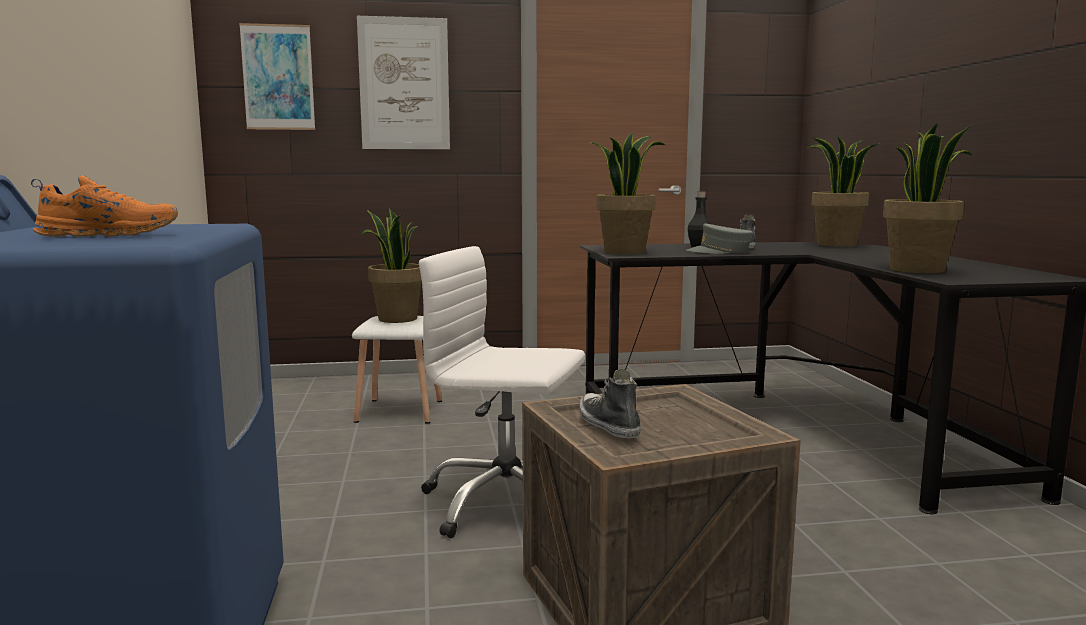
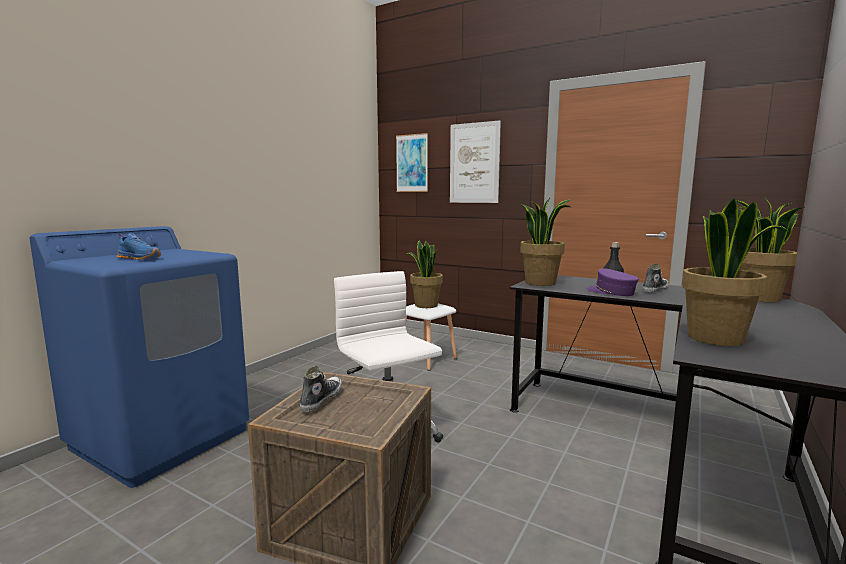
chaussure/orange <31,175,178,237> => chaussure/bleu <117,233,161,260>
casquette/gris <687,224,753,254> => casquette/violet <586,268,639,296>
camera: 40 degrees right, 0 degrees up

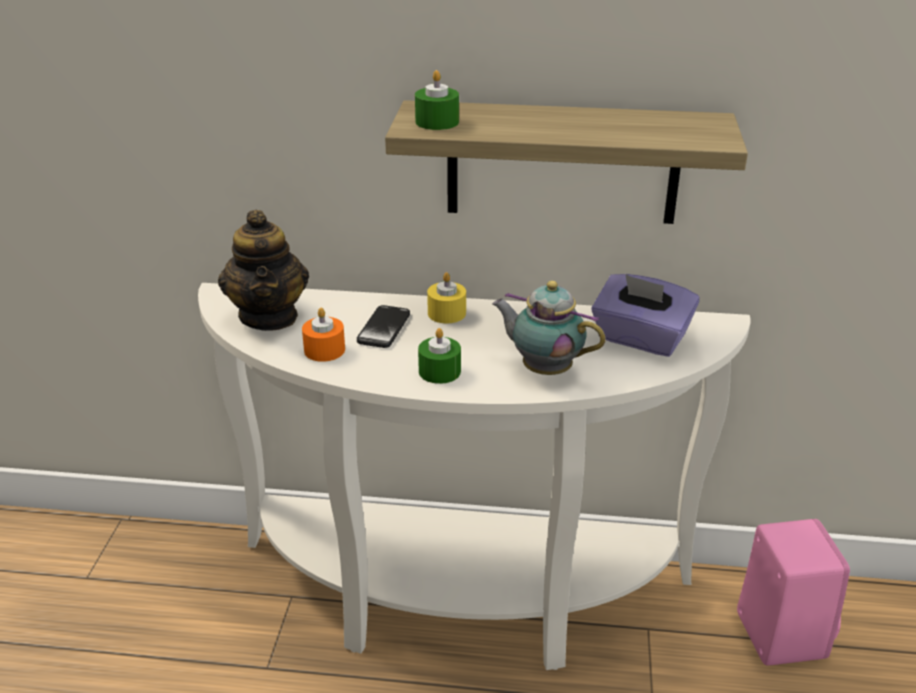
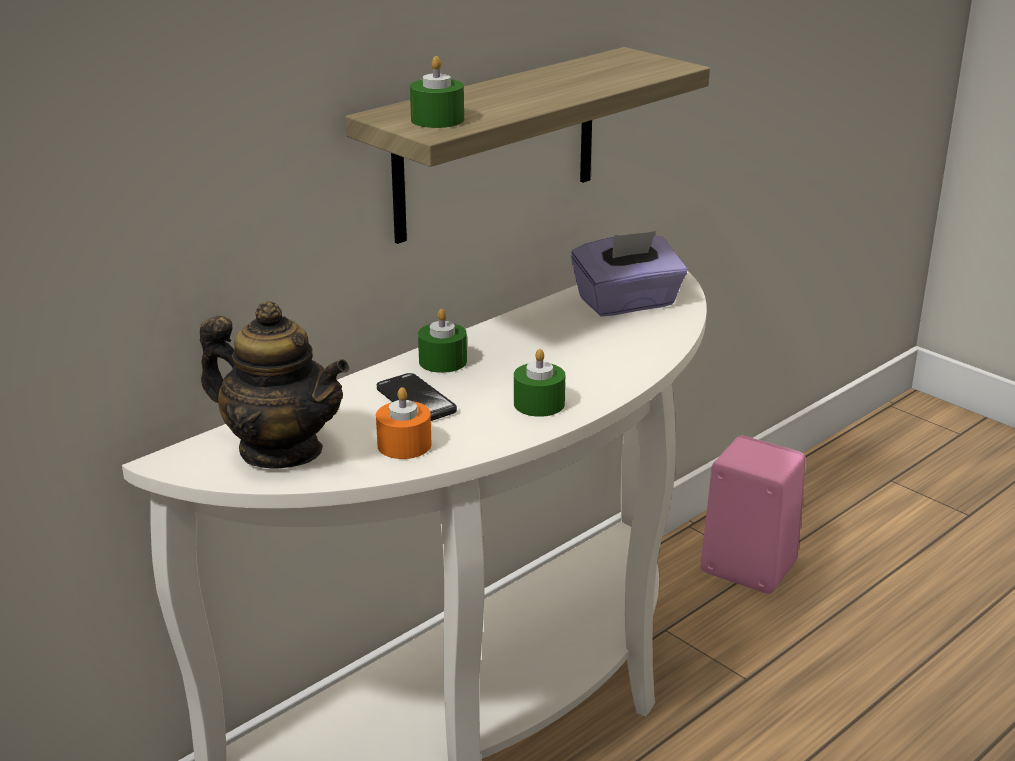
bougie/jaune <427,272,466,323> => bougie/vert <418,309,467,373>
théière <492,281,606,375> => nothing
camera: 50 degrees left, 5 degrees down

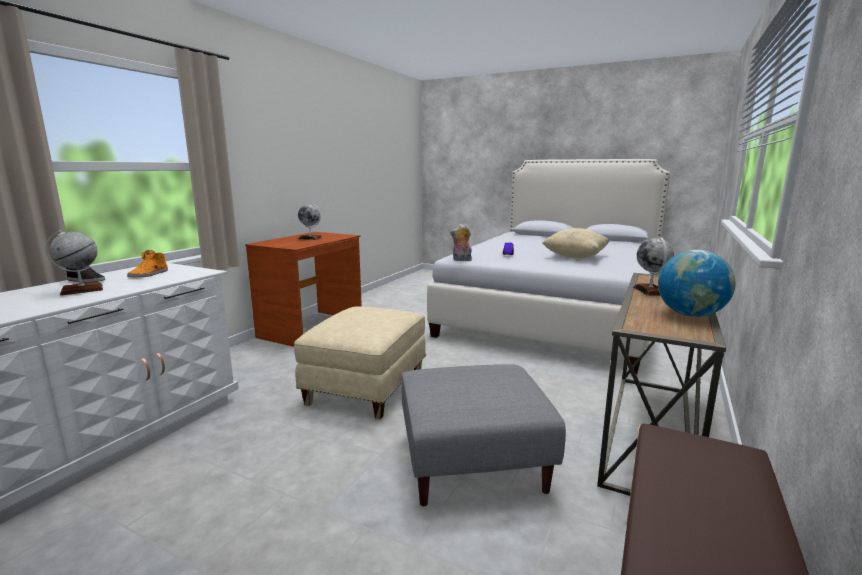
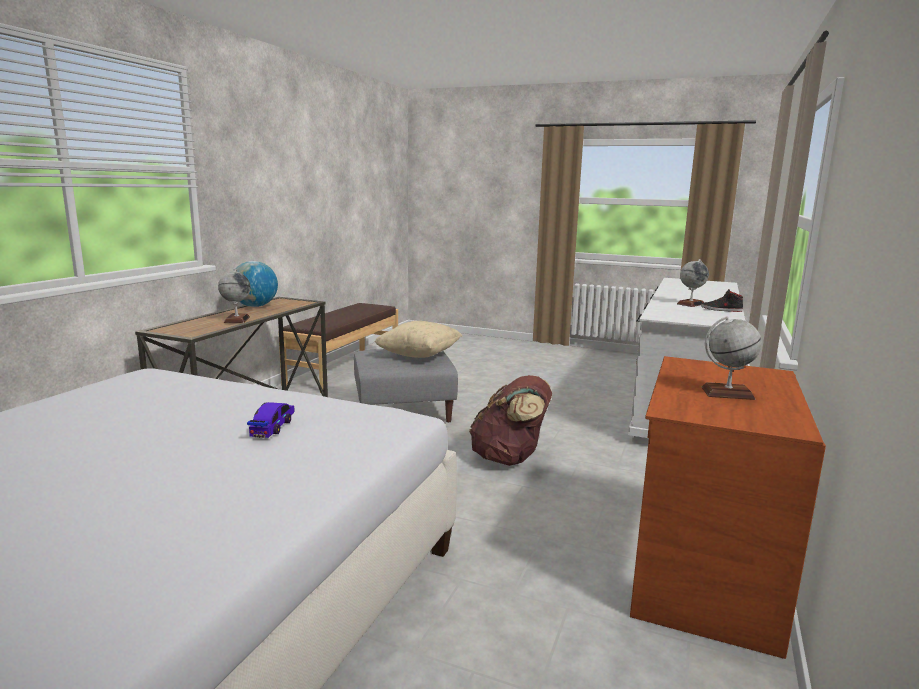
coussin/beige <542,228,609,259> => coussin/beige <375,321,462,358>, relocated
pouf/beige <294,306,426,419> => sac à dos/marron <469,375,552,466>
chaussure/orange <127,250,168,278> => nothing
peluche <450,224,472,262> => nothing
camera: 175 degrees right, 0 degrees up

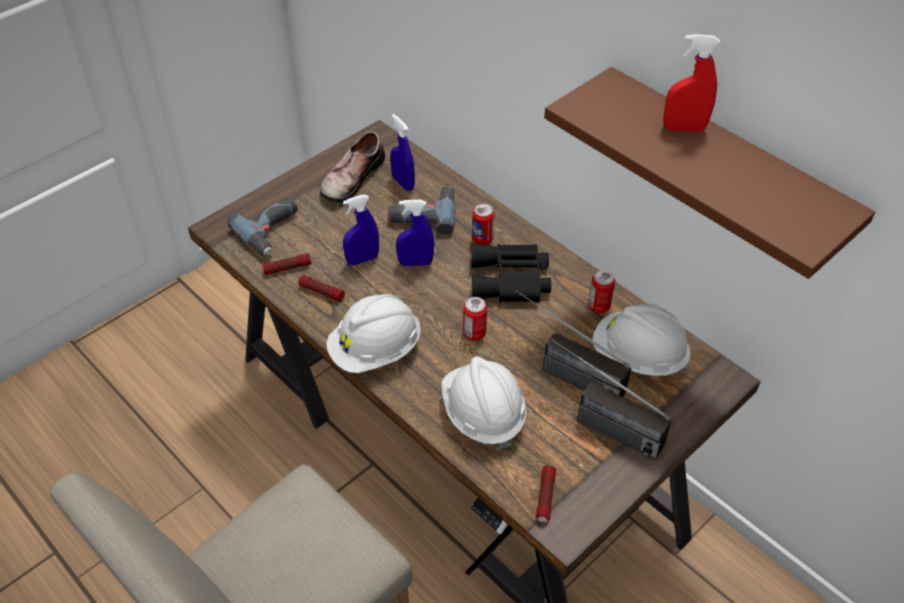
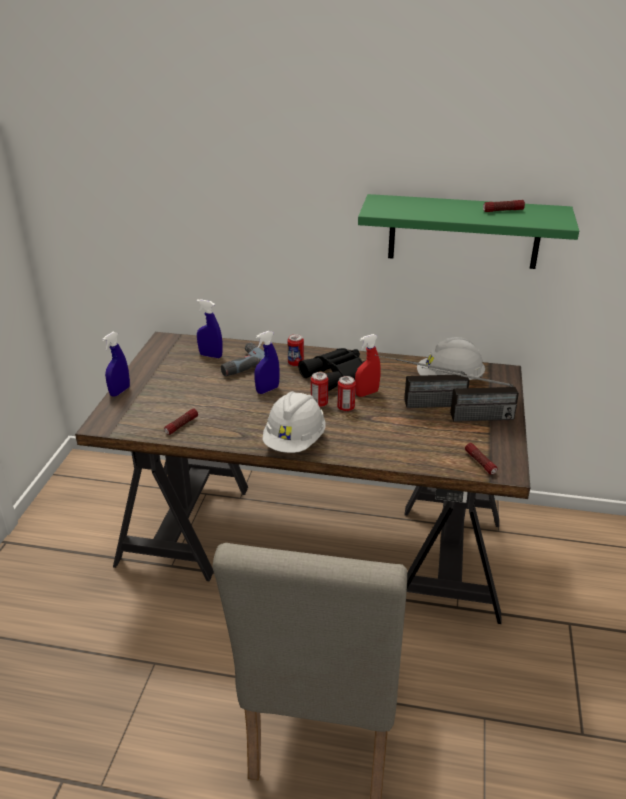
vaporisateur/bleu <343,195,379,265> => vaporisateur/bleu <102,332,130,397>, relocated
boîte métallique <588,270,615,313> => boîte métallique <311,372,328,407>, relocated
vaporisateur/rouge <663,34,720,132> => vaporisateur/rouge <355,334,381,397>, relocated
étagère/marron <544,67,875,279> => étagère/vert <358,194,579,269>
lampe de poche <298,275,345,302> => lampe de poche <483,200,525,212>, relocated
perceuse <228,197,298,256> => nothing
chaussure <320,131,385,203> => nothing
casque de chantier/blanc <442,356,527,451> => nothing
camera: 35 degrees left, 15 degrees down

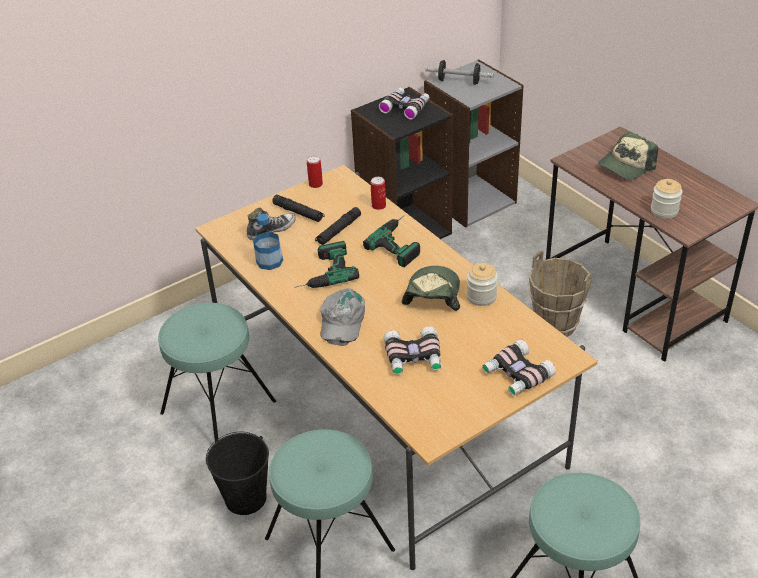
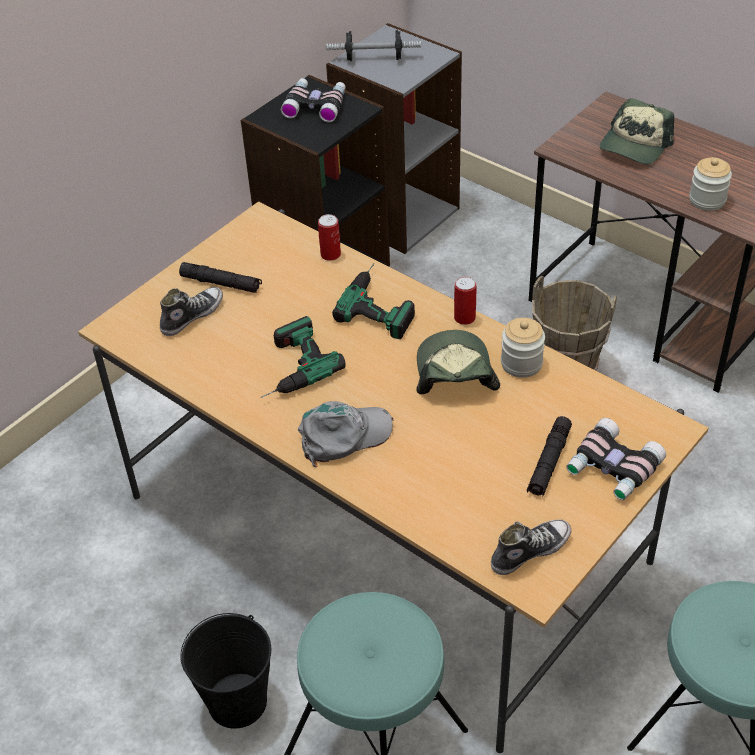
casquette/gris <320,288,365,346> => casquette/gris <298,401,394,467>, 105 degrees counterclockwise
boîte métallique <307,156,323,188> => boîte métallique <454,276,476,325>, relocated
nothing => chaussure <491,519,571,575>
lampe de poche/noir <315,207,361,245> => lampe de poche/noir <527,416,572,497>, relocated
tabouret/turquoise <158,303,276,443> => nothing
bouteille <253,214,283,270> => nothing
jumelles <384,327,441,375> => nothing
camera: 15 degrees left, 5 degrees up

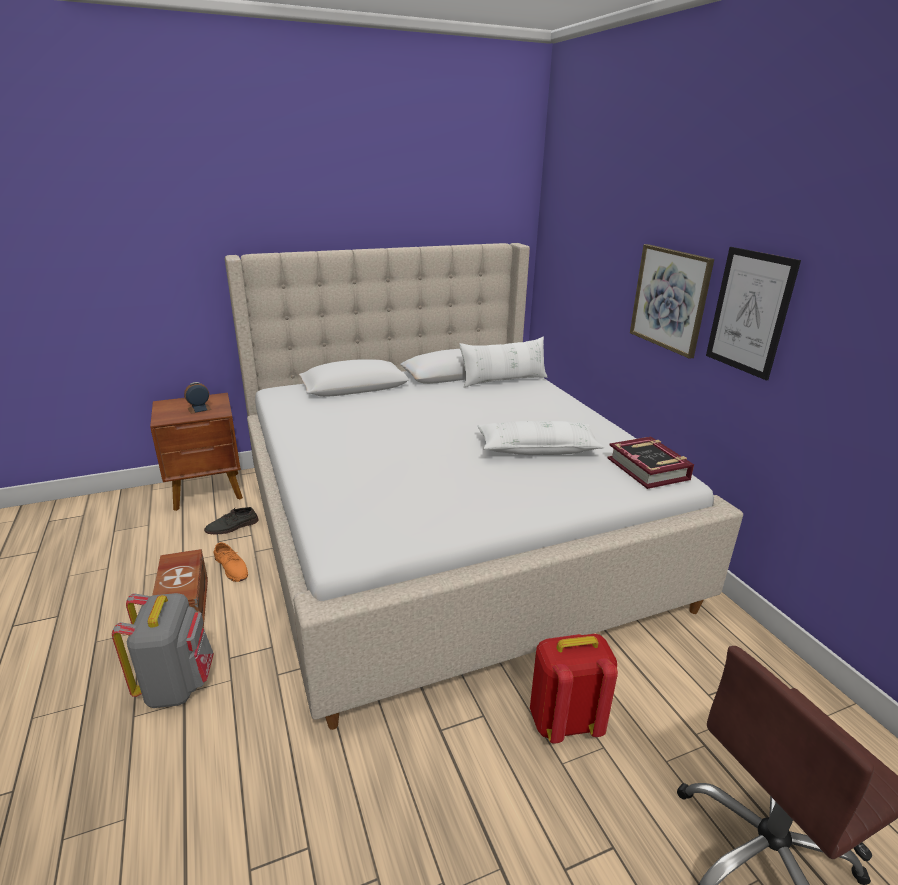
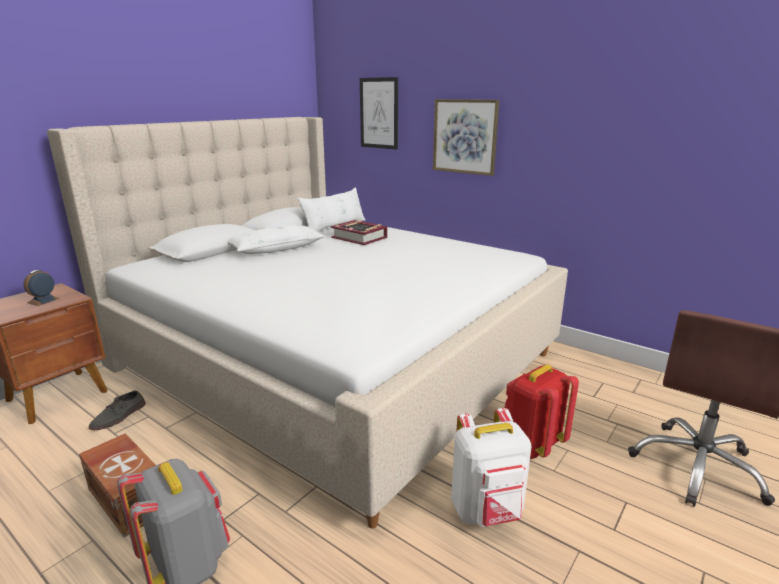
coussin/blanc <477,421,605,455> => coussin/blanc <227,225,326,254>, relocated
livre <607,436,694,489> => livre <331,220,387,245>, relocated
tableau <706,247,801,380> => tableau <360,77,398,150>, relocated
nothing => sac à dos/blanc <451,408,531,527>
chaussure/orange <213,542,248,582> => nothing
camera: 30 degrees left, 5 degrees down

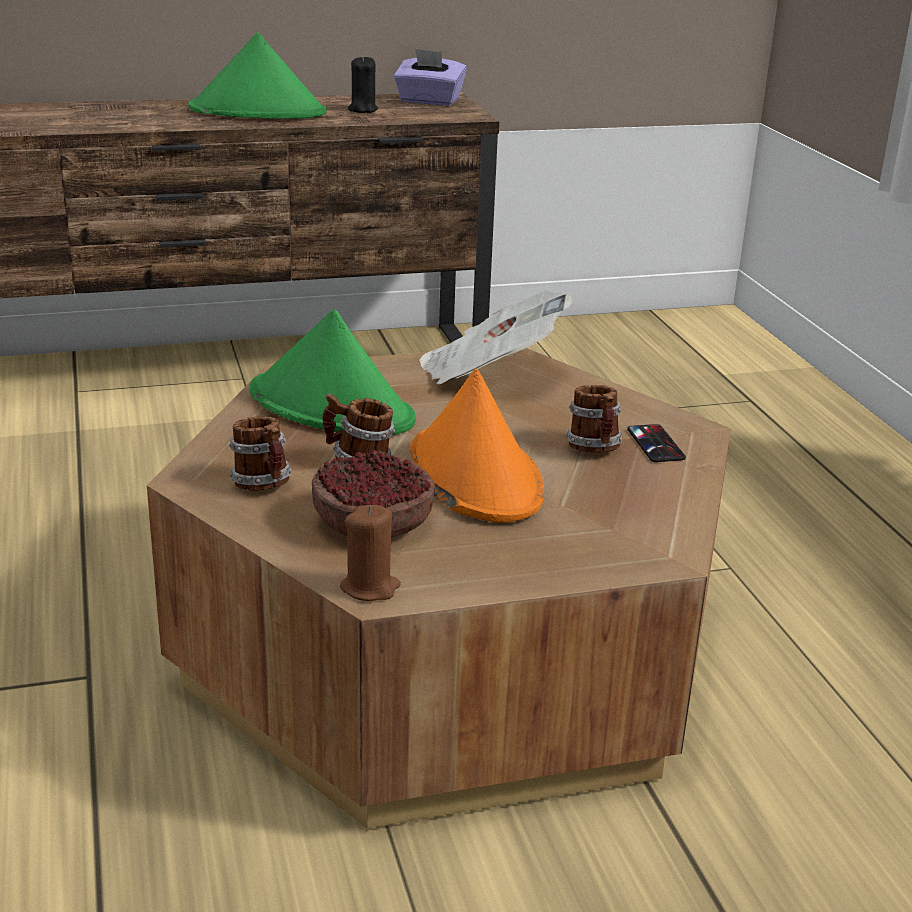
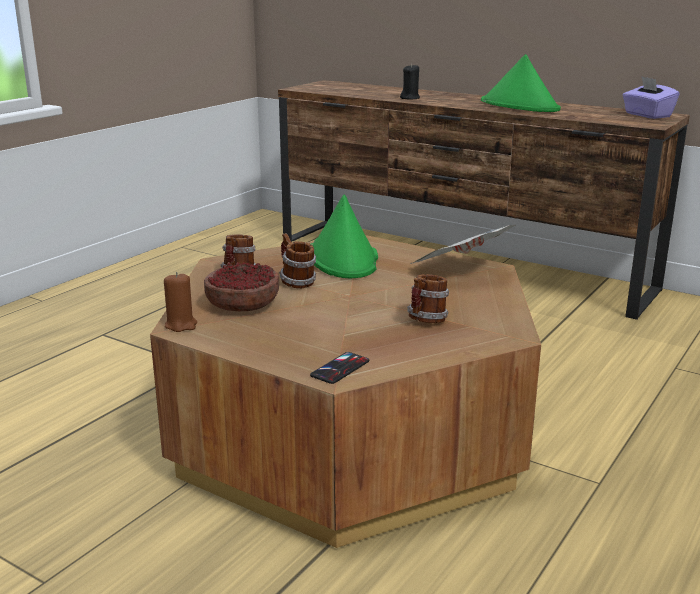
téléphone <627,424,686,462> => téléphone <310,352,369,384>, relocated
bougie/noir <348,56,378,113> => bougie/noir <400,64,420,100>, relocated
chapeau/orange <409,369,544,522> => nothing
camera: 50 degrees right, 5 degrees down

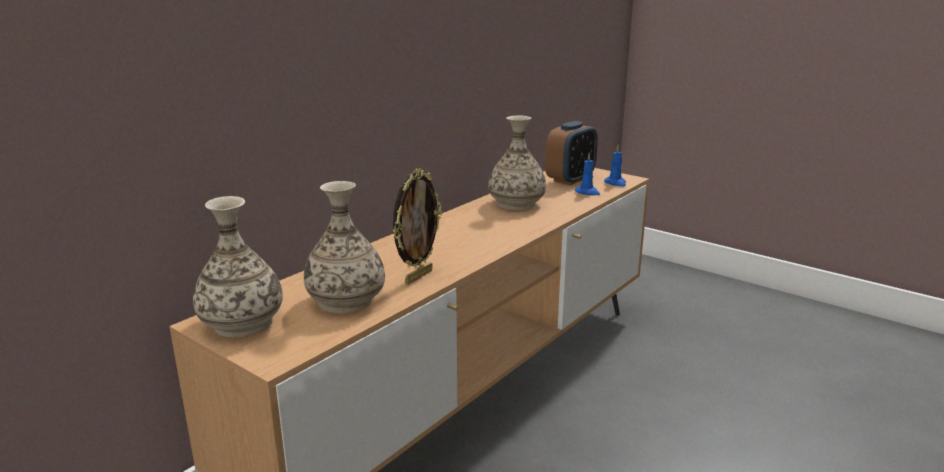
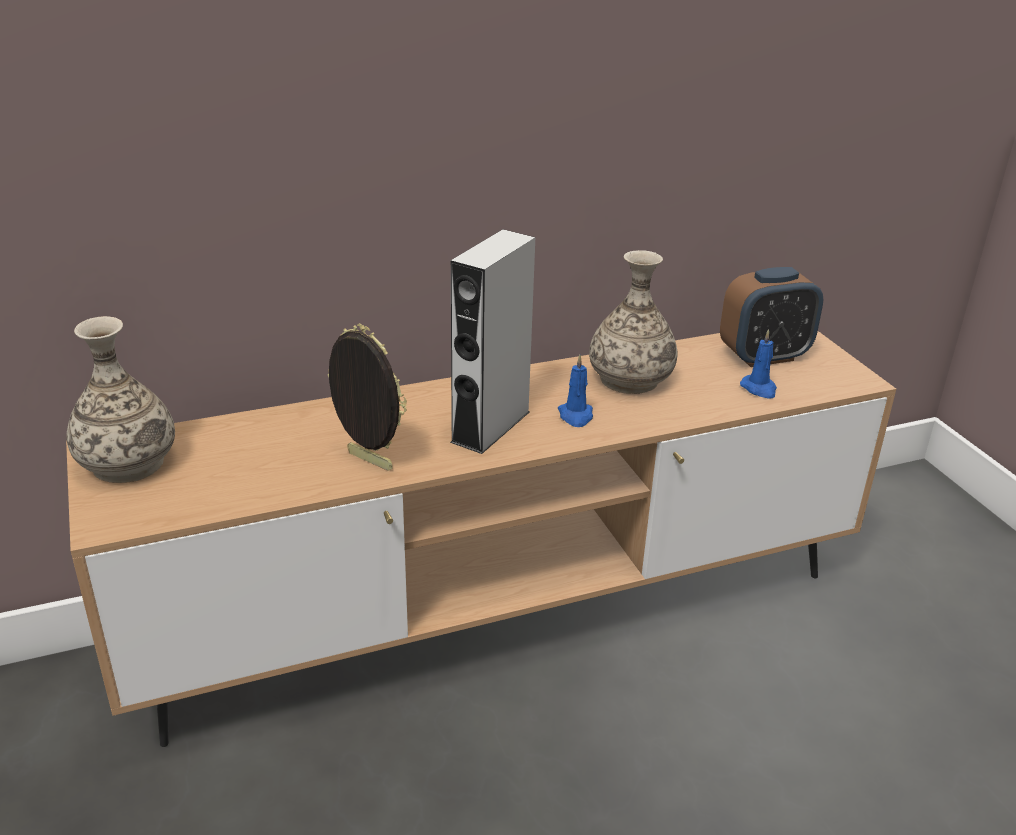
cadre photo <393,168,442,284> => cadre photo <328,324,407,471>, 120 degrees counterclockwise
nothing => enceinte/gris <450,229,535,454>
bougie/bleu <604,145,626,187> => bougie/bleu <558,355,593,427>, relocated
vase <304,181,385,314> => nothing
camera: 30 degrees right, 10 degrees up

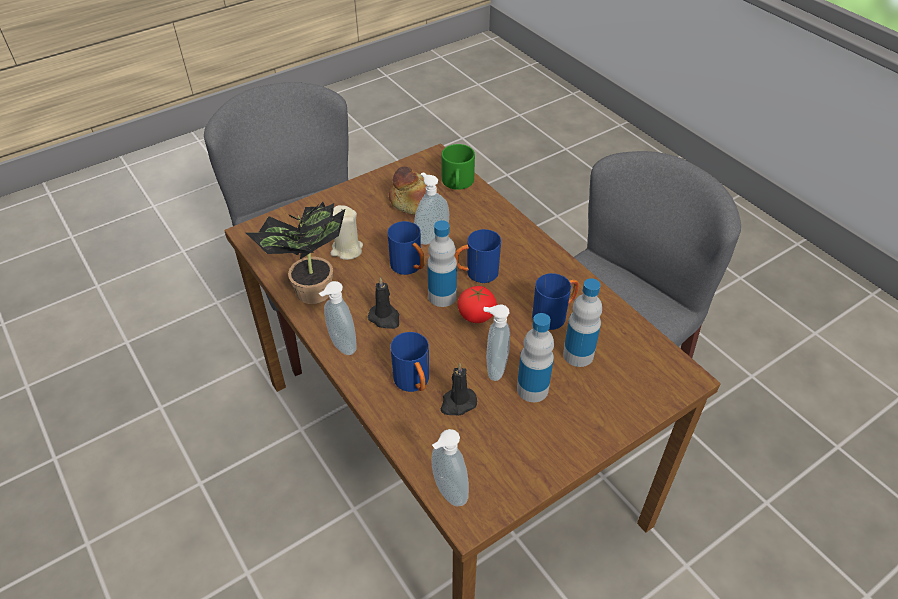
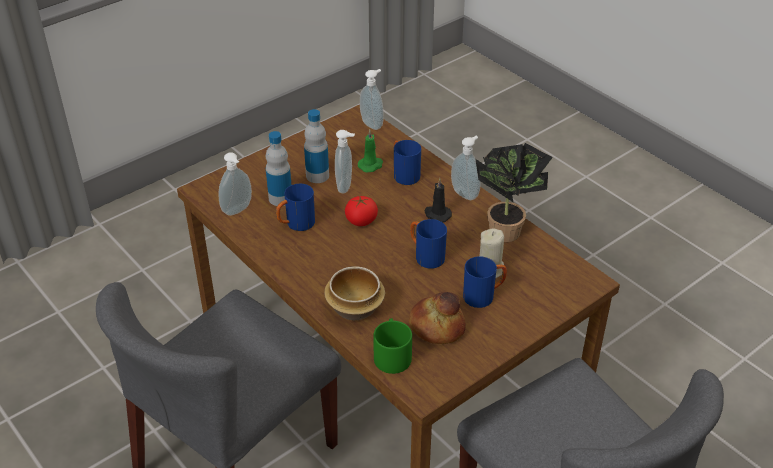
distributeur de savon <414,172,449,245> => distributeur de savon <218,152,252,216>, relocated
nothing => bol <324,266,385,320>
bougie/noir <441,363,477,416> => bougie/vert <358,130,383,173>
mug/bleu <454,229,501,283> => mug/bleu <463,256,507,308>, relocated
bouteille <427,220,457,307> => nothing
camera: 175 degrees right, 5 degrees down

